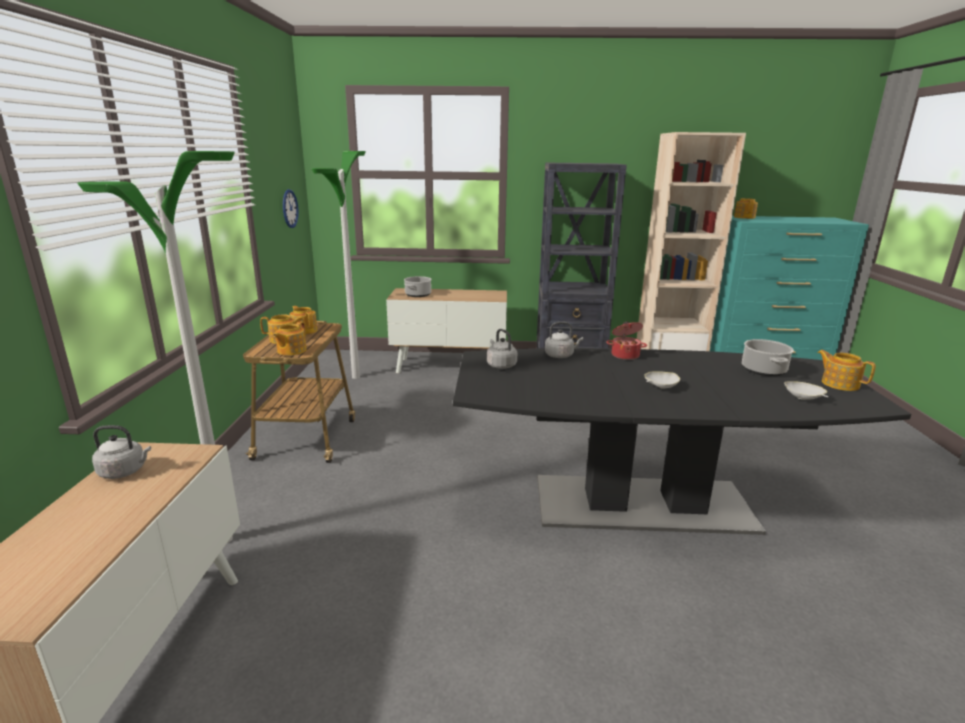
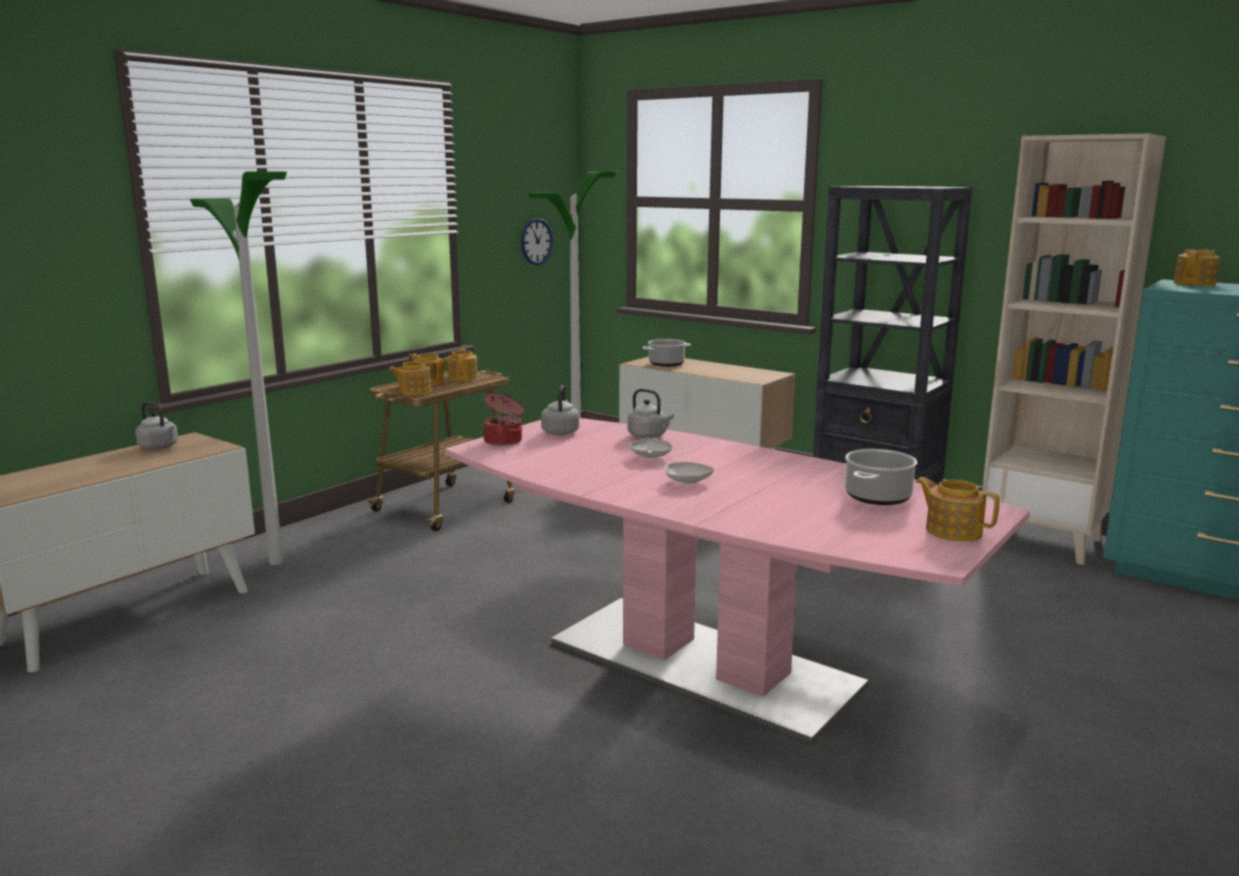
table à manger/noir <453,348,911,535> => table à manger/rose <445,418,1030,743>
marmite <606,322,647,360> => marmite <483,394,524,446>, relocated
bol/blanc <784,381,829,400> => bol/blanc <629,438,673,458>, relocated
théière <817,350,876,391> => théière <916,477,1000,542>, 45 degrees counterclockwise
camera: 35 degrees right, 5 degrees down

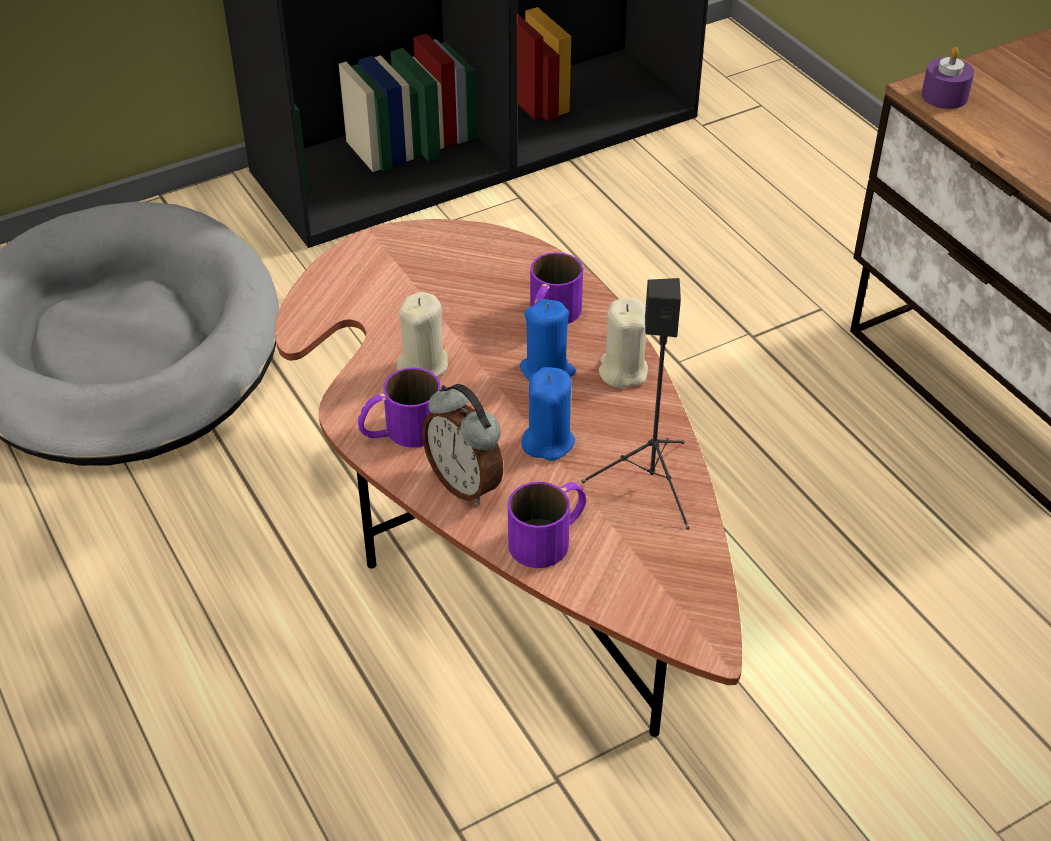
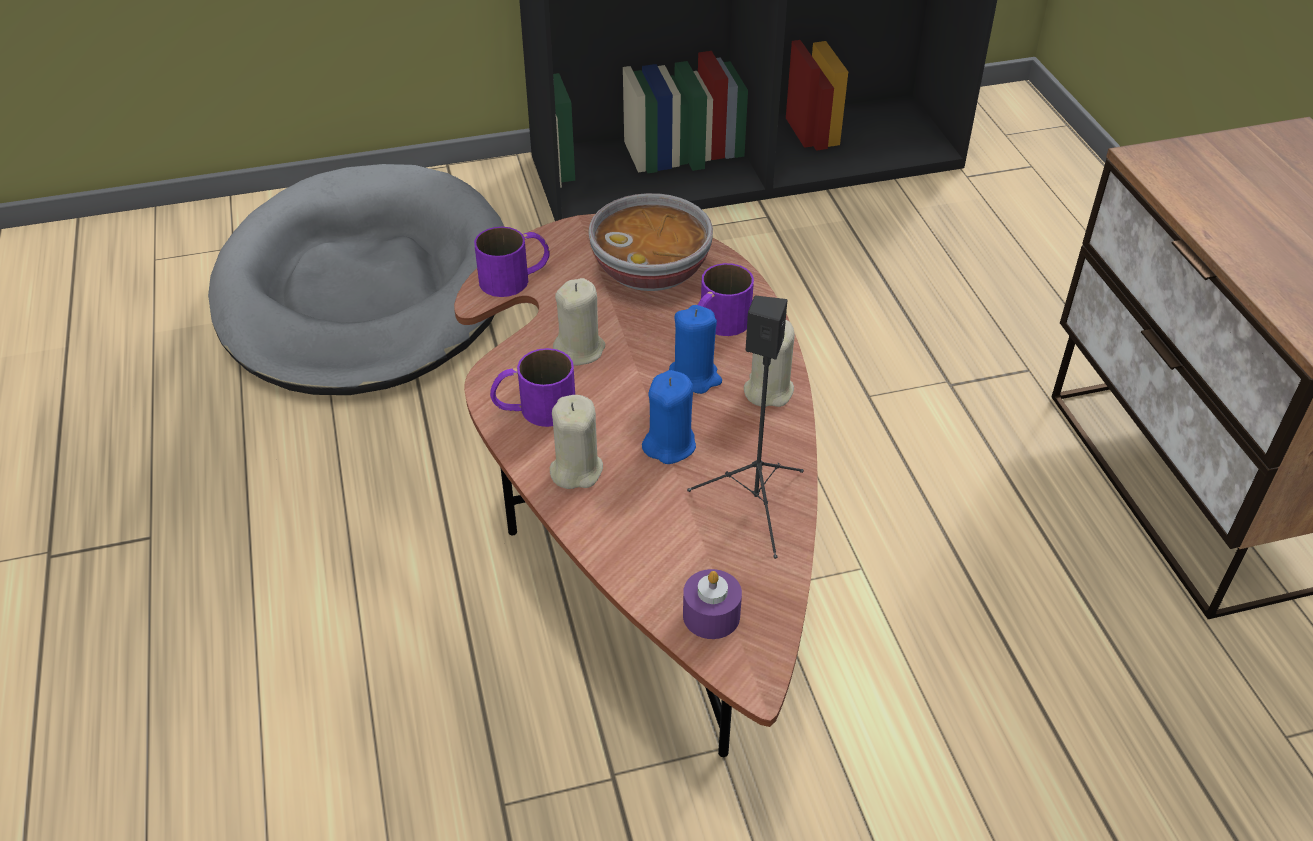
mug/violet <508,482,586,568> => mug/violet <474,227,550,297>, relocated
réveil <422,384,503,505> => bougie/beige <550,395,603,489>
nothing => bol <588,193,713,291>
bougie/violet <921,47,974,109> => bougie/violet <683,569,742,639>, relocated
camera: 15 degrees right, 0 degrees up

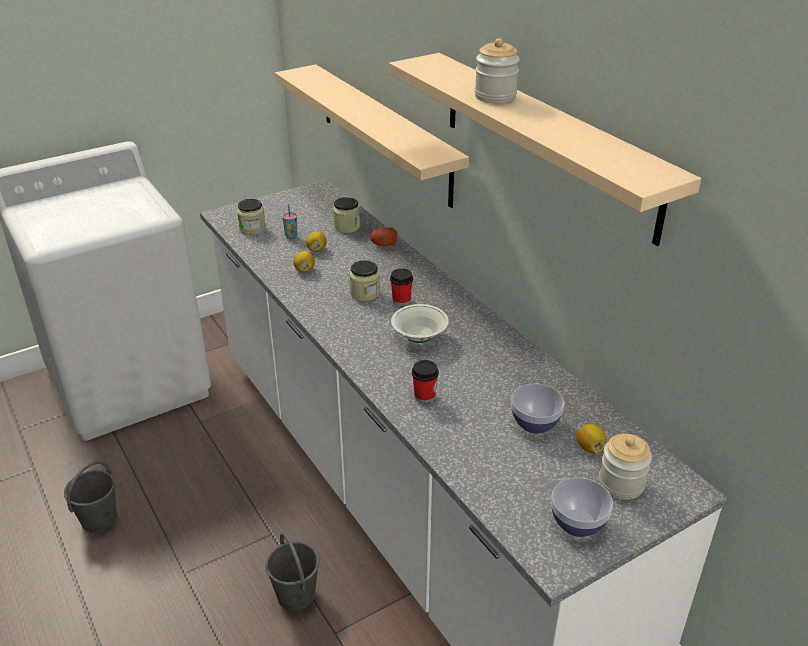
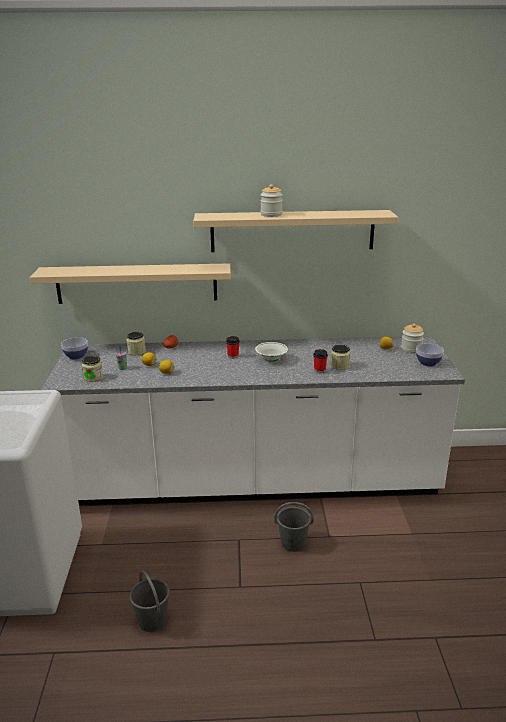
bol <511,384,565,434> => bol <61,337,88,360>, relocated
bocal <349,260,380,302> => bocal <330,345,350,370>, relocated
camera: 60 degrees left, 10 degrees down

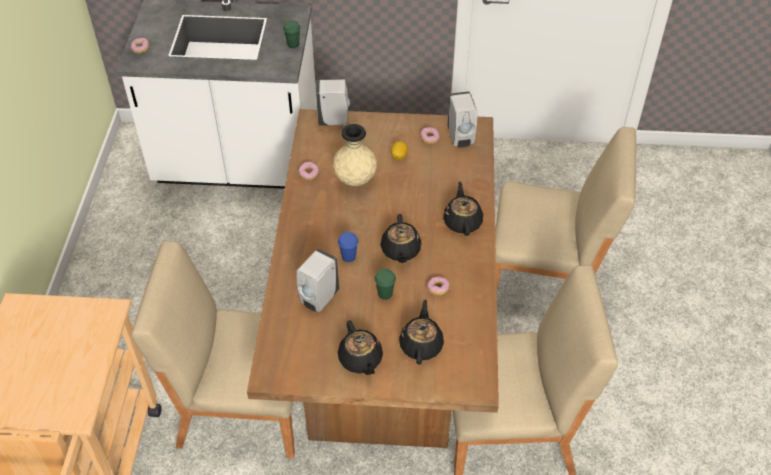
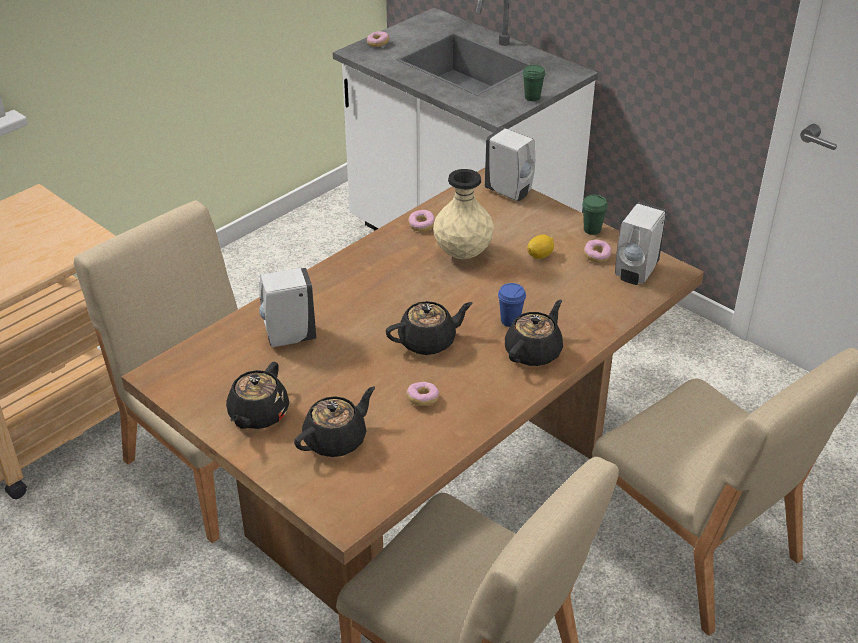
théière/noir <381,214,422,263> => théière/noir <386,301,473,355>, 150 degrees counterclockwise
tasse/bleu <338,232,358,262> => tasse/bleu <498,283,526,327>, relocated
tasse/vert <375,269,396,300> => tasse/vert <582,195,608,235>, relocated
camera: 40 degrees right, 10 degrees down

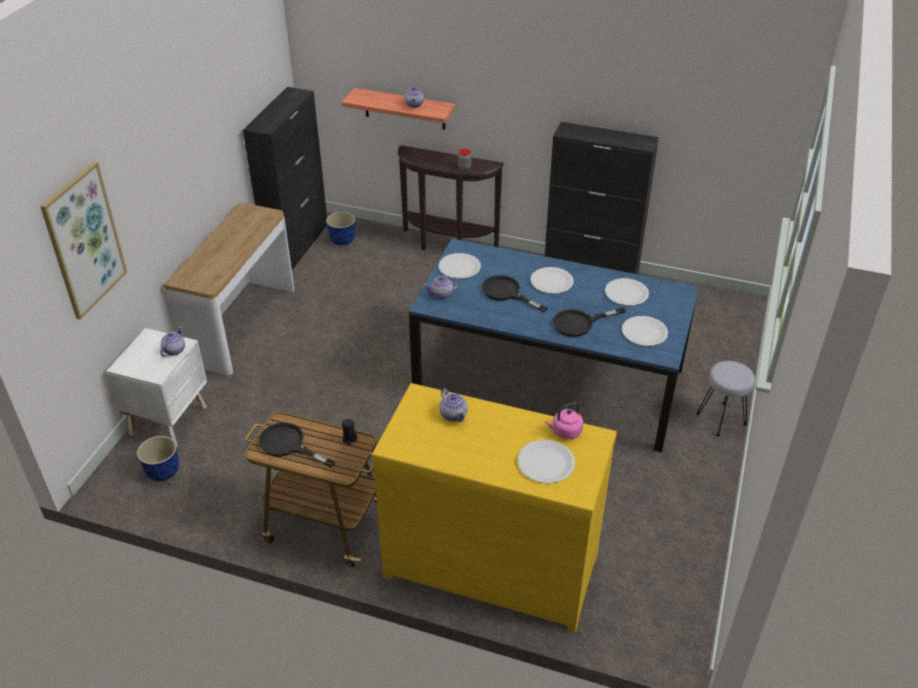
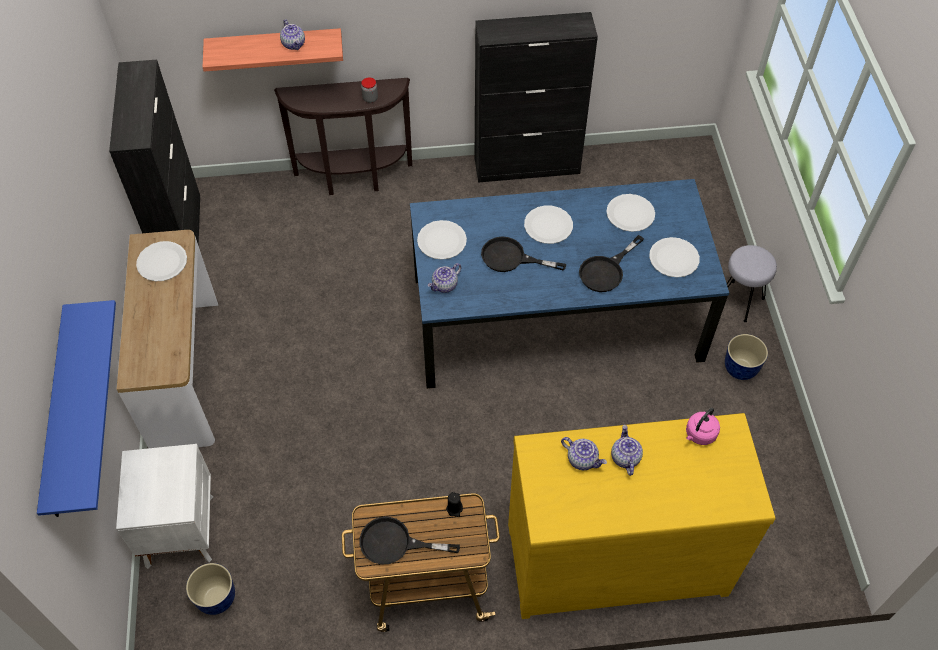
tableau <40,162,127,320> => étagère/bleu <37,300,116,517>
assiette/blanc <518,440,575,483> => assiette/blanc <136,241,187,281>, relocated
théière <160,326,185,357> => théière <611,425,643,476>, relocated
cache-pot <326,212,355,246> => cache-pot <725,334,768,380>, relocated
camera: 25 degrees left, 15 degrees up

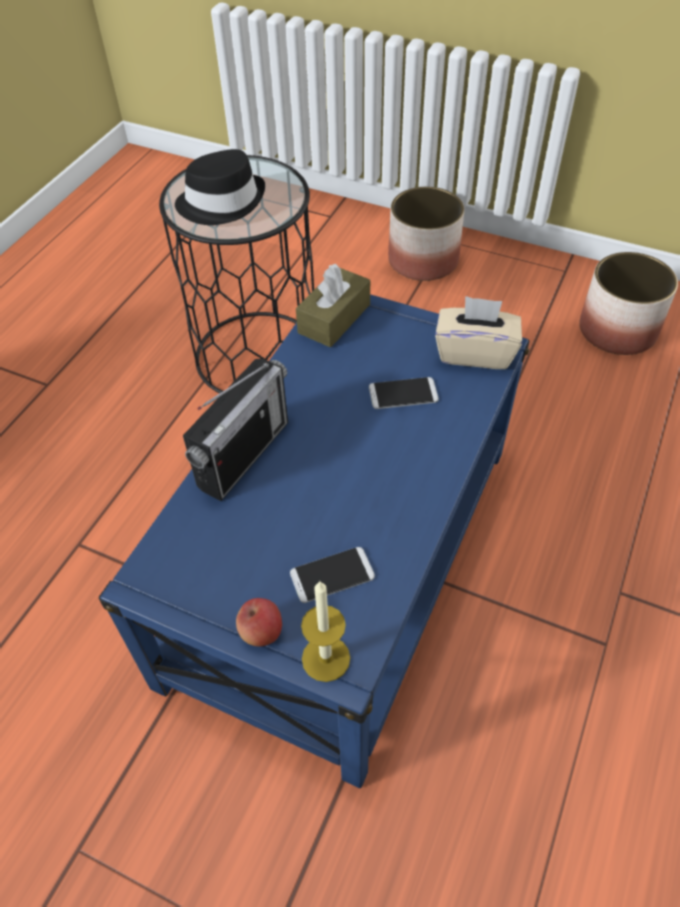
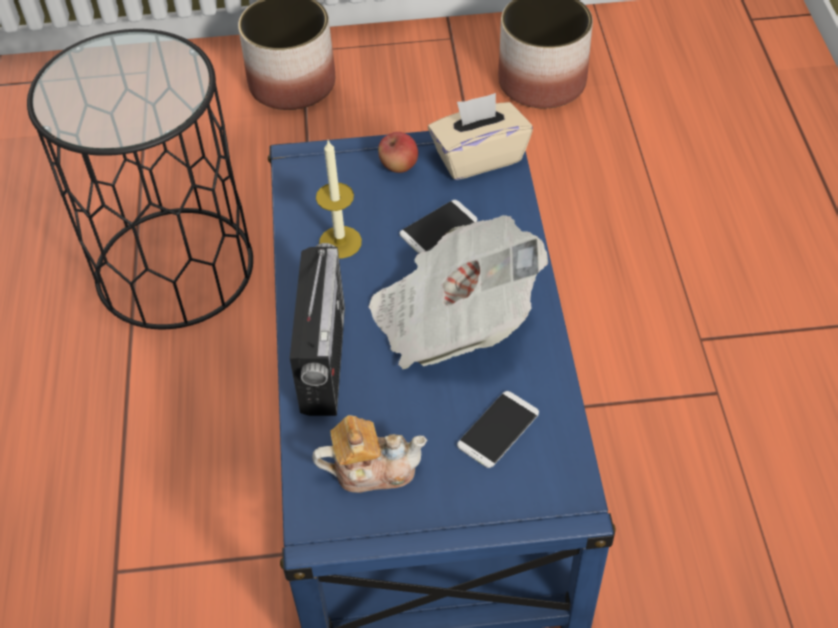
nothing => théière <312,415,427,493>
bougie <301,581,350,682> => bougie <316,140,362,259>, relocated
nothing => journal <369,215,548,369>
pomme <236,598,282,646> => pomme <378,132,418,173>, relocated
chapeau/noir <175,149,265,225> => nothing
boîte à mouchoirs/marron <296,264,370,347> => nothing
camera: 30 degrees left, 0 degrees up

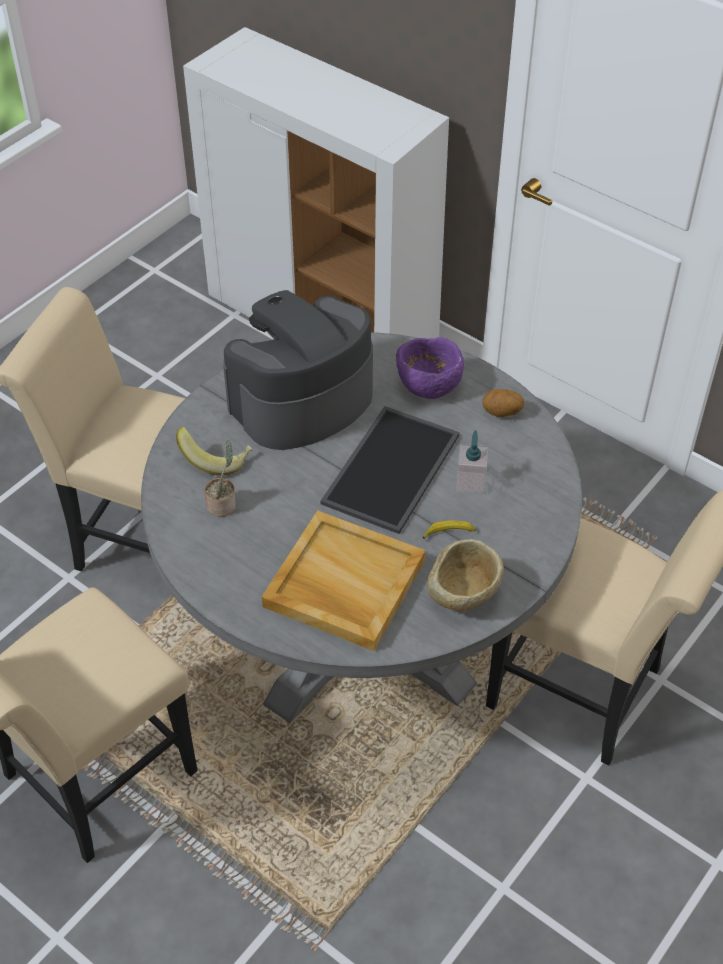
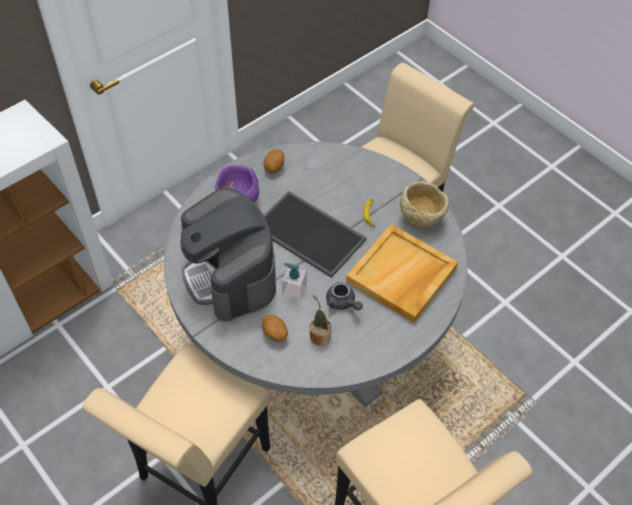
banane <176,427,253,476> => pomme de terre <262,315,288,342>
distributeur de savon <456,431,488,494> => distributeur de savon <282,263,307,302>, relocated
nothing => théière/gris <326,282,363,310>
camera: 80 degrees left, 5 degrees up

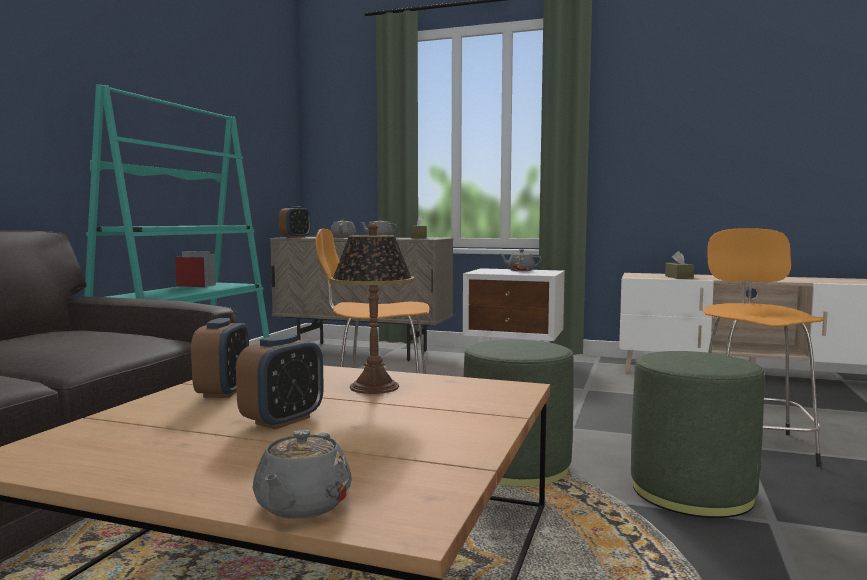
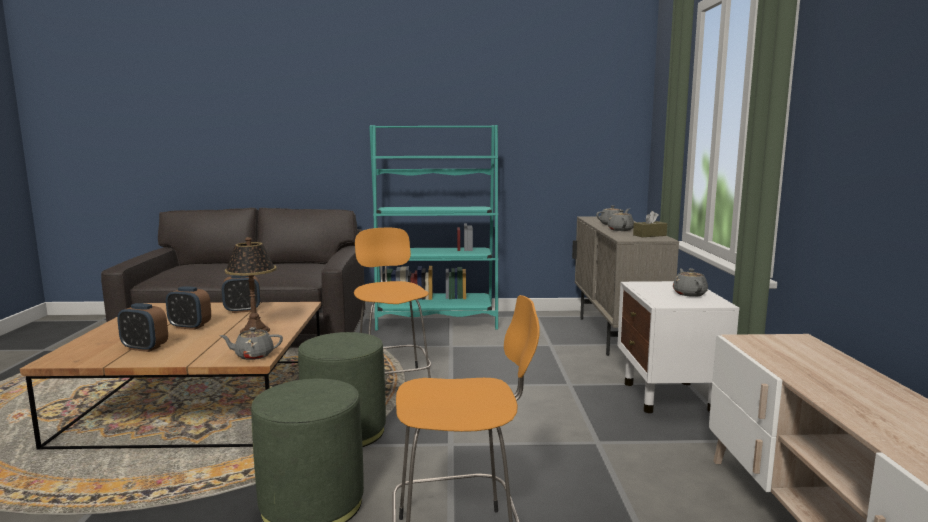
réveil <279,206,311,238> => réveil <117,303,168,352>, relocated
théière/gris <253,429,352,519> => théière/gris <220,327,283,360>, relocated
boîte à mouchoirs/marron <665,251,694,279> => nothing
camera: 70 degrees right, 5 degrees up

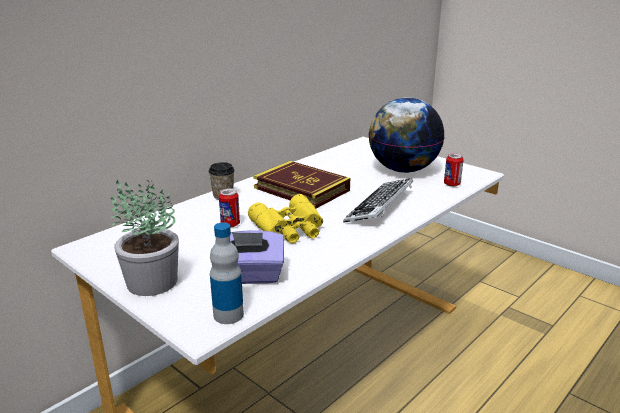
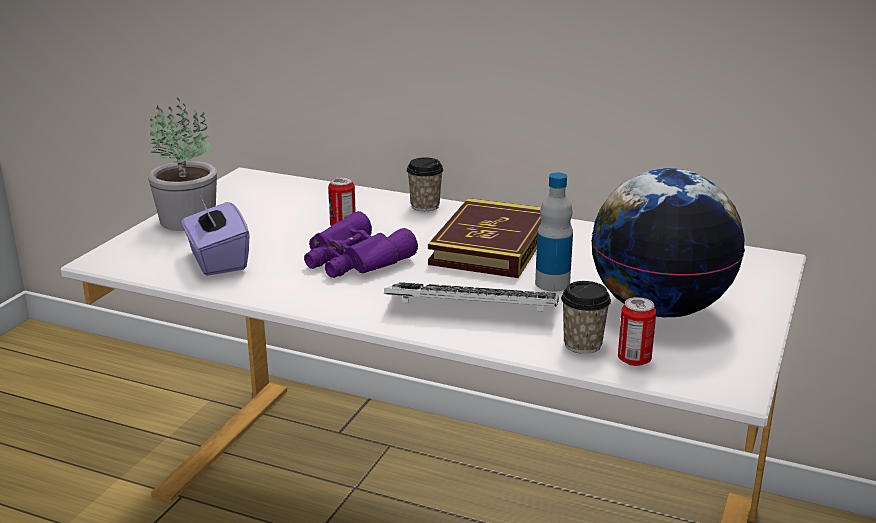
jumelles/jaune <248,194,323,244> => jumelles/violet <304,211,418,278>
bouteille <210,222,244,324> => bouteille <535,173,573,292>, relocated
nothing => tasse <561,281,611,354>
camera: 70 degrees right, 0 degrees up

